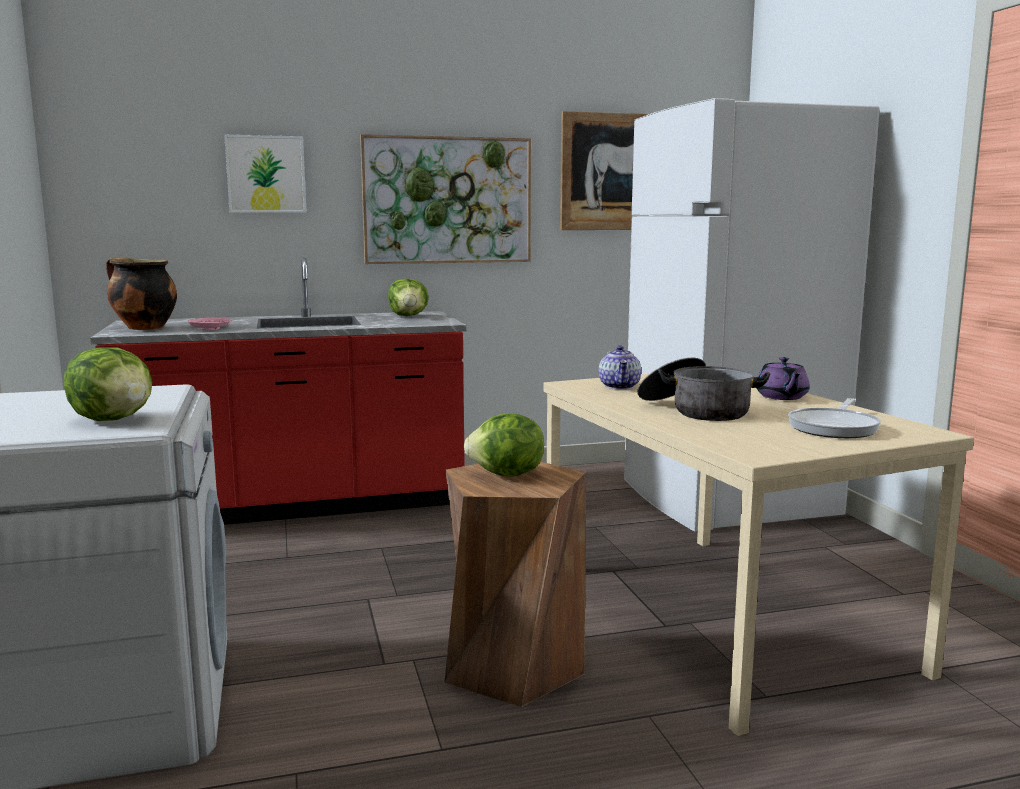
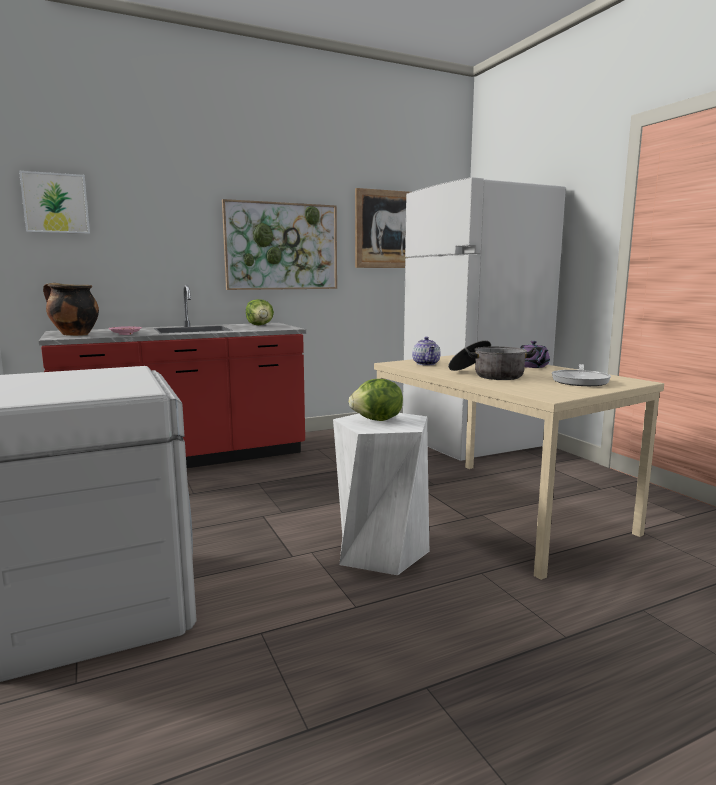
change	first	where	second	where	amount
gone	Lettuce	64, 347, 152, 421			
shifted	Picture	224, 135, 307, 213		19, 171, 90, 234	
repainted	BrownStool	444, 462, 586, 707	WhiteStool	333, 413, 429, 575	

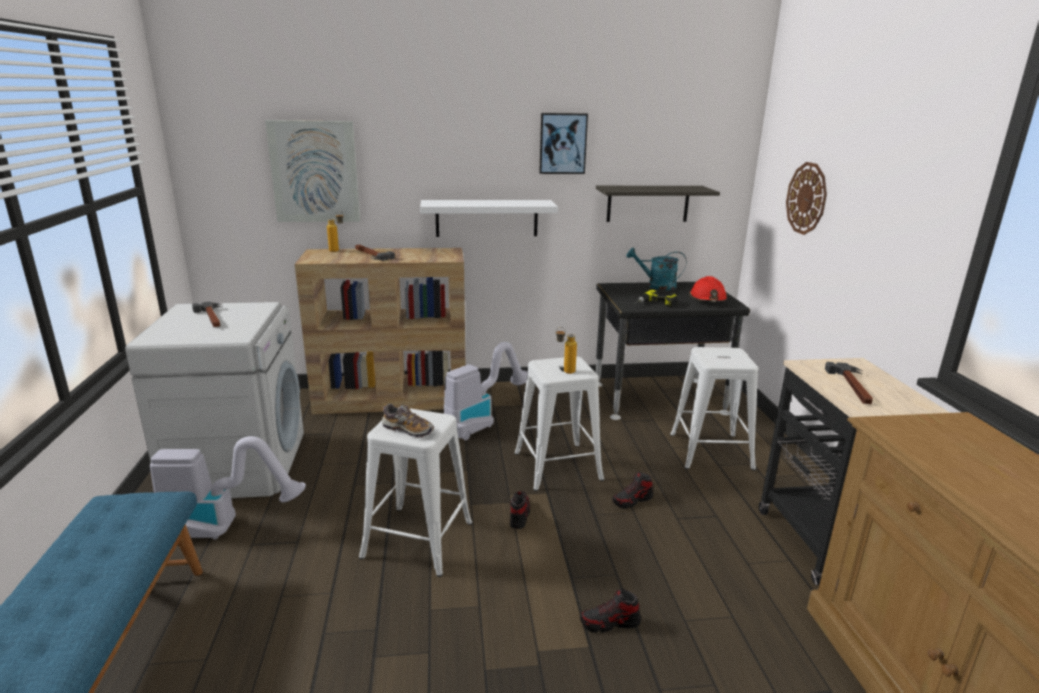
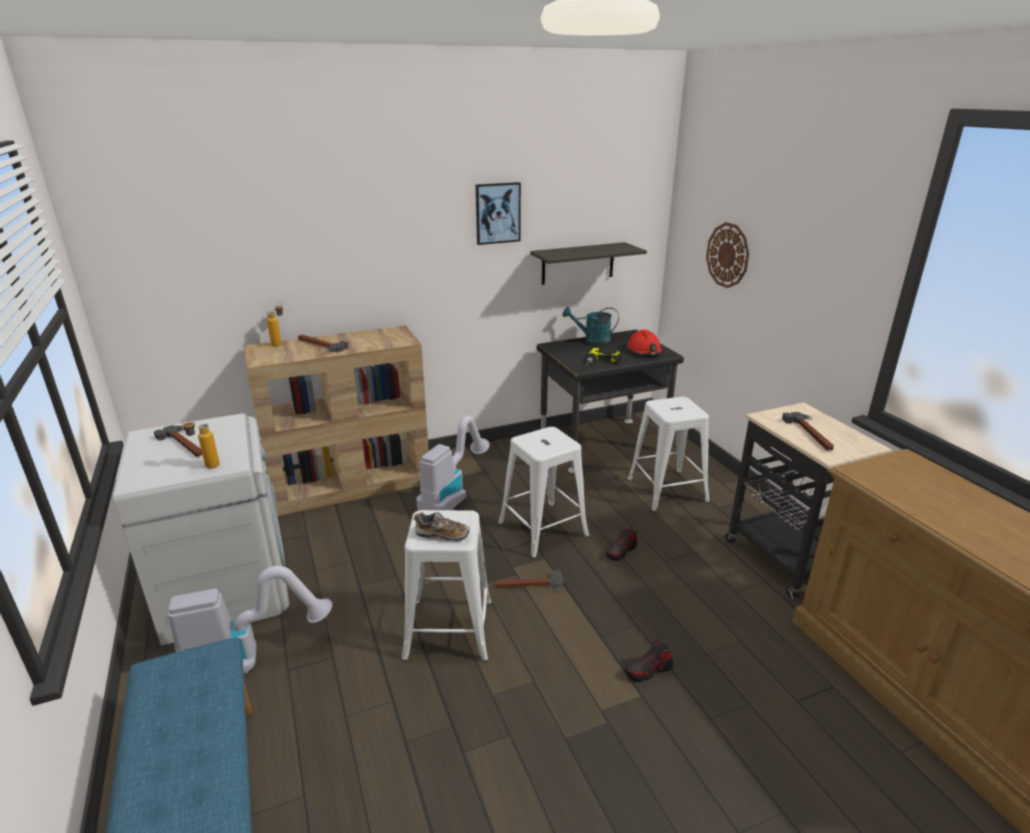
change	first	where	second	where	amount
gone	Picture	265, 120, 360, 222			
gone	WhiteShelf	420, 200, 558, 237			
swapped	Shoe	510, 491, 530, 529	Hammer	497, 570, 564, 592	
shifted	Bottle	555, 327, 577, 374		182, 419, 220, 469	

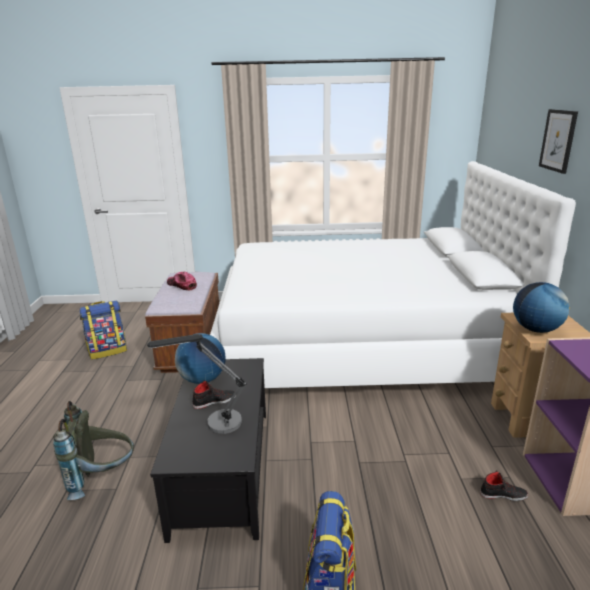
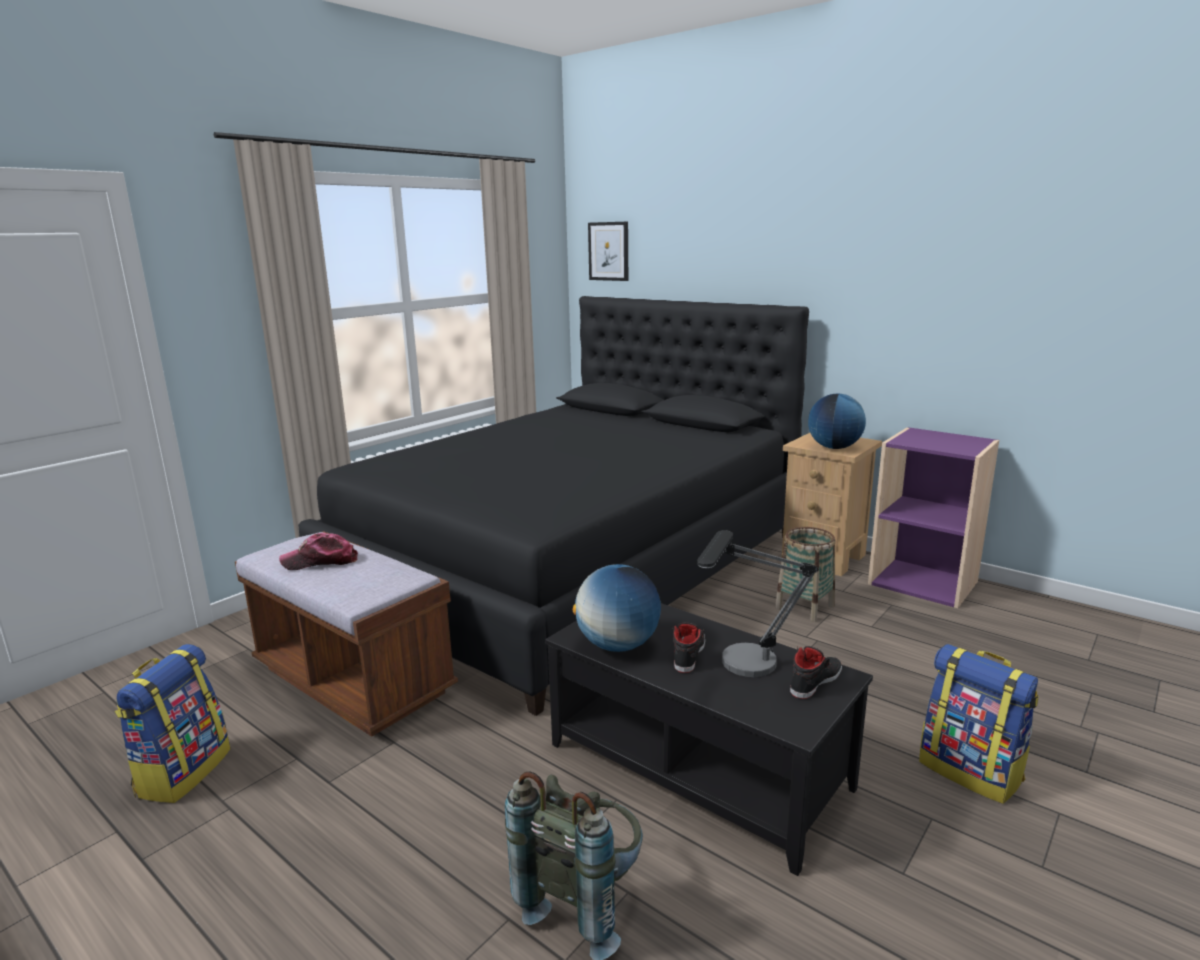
change	first	where	second	where	amount
repainted	WhiteBed	210, 161, 576, 388	BlackBed	298, 296, 809, 716	
shifted	BlackShoe	480, 470, 528, 501		790, 646, 842, 699	
shifted	Picture	539, 109, 578, 174		588, 222, 628, 281	
new			Basket	775, 527, 835, 622	

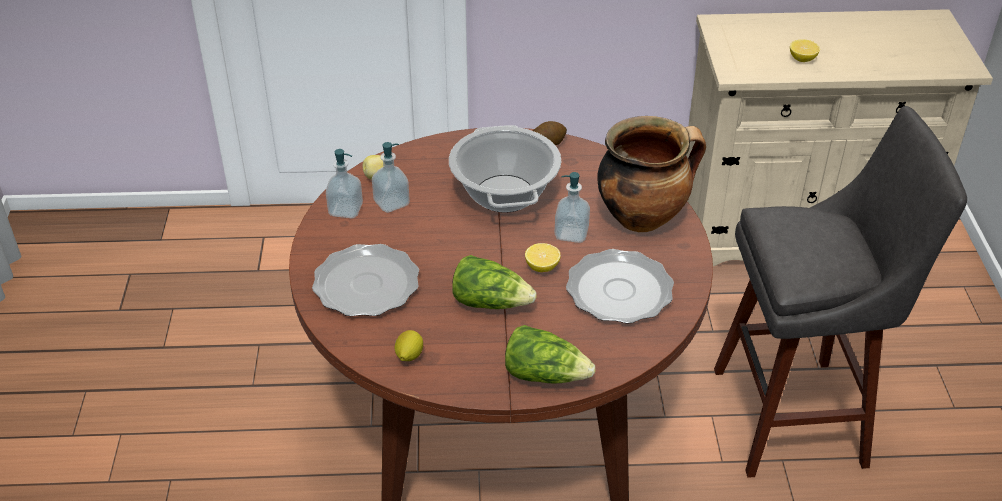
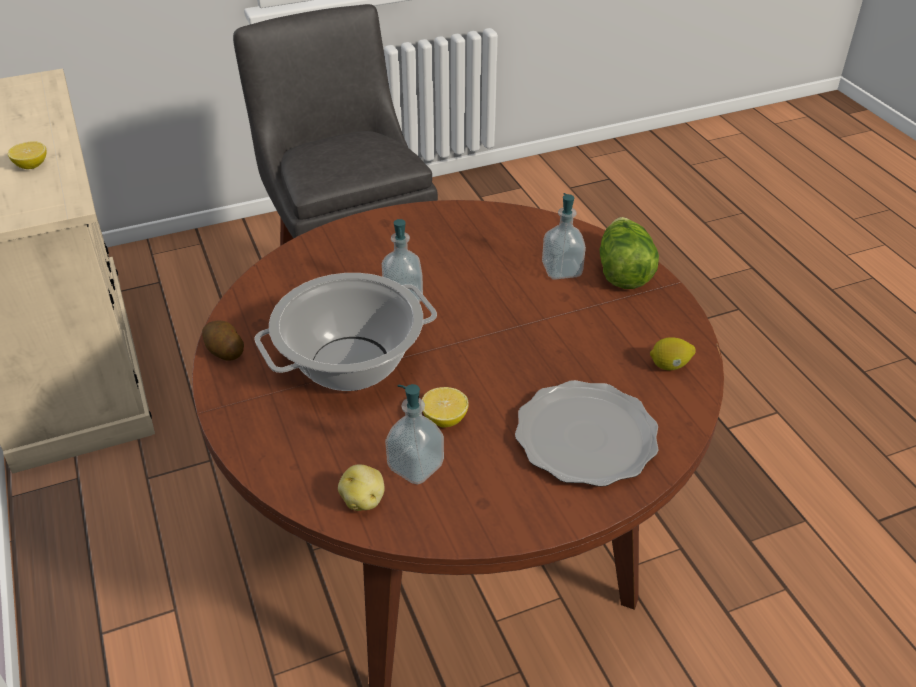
change	first	where	second	where	amount
shifted	SoapDispenser	326, 149, 363, 218		542, 193, 586, 280	
gone	Lettuce	452, 255, 537, 309			
shifted	Lemon	525, 243, 561, 272		422, 387, 469, 428	
gone	Plate	566, 249, 674, 324			
gone	CookingPot	597, 116, 706, 232			

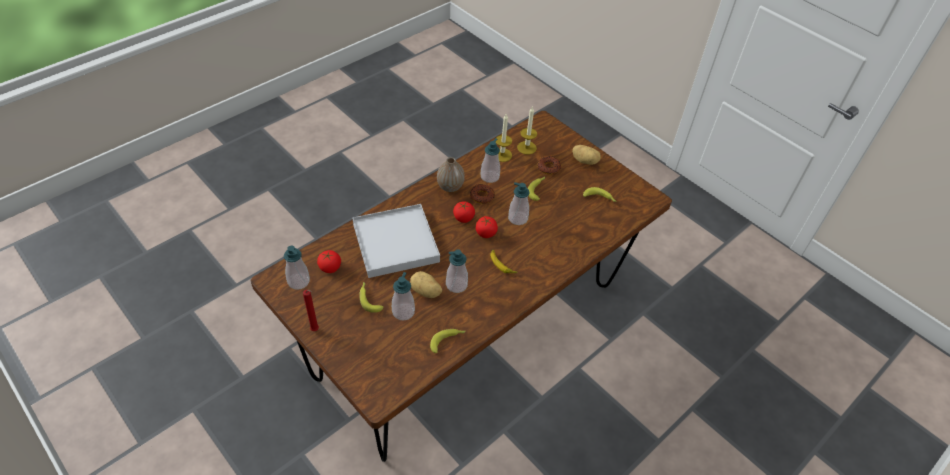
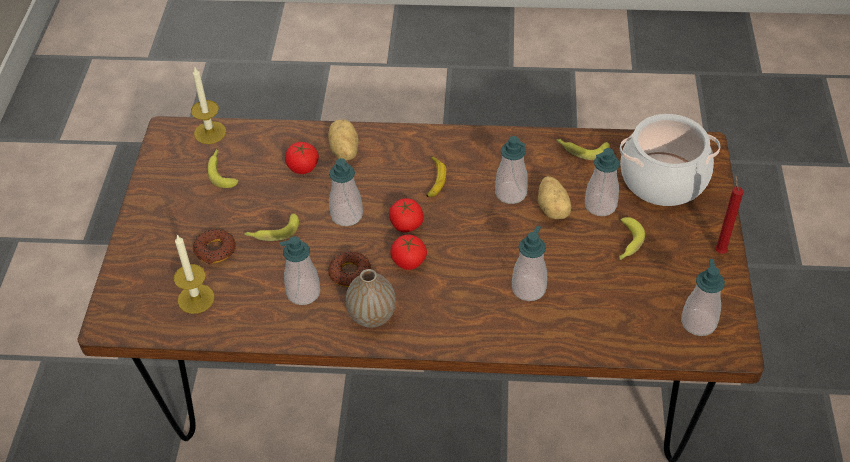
change	first	where	second	where	amount
shifted	Tomato	317, 250, 341, 273		285, 142, 319, 174	
swapped	WhiteTray	353, 204, 440, 278	SoapDispenser	512, 226, 547, 301	
shifted	Candle	496, 114, 512, 162		191, 66, 226, 144	
shifted	Potato	572, 145, 601, 165		328, 120, 359, 160	
new			CookingPot	620, 114, 721, 206	

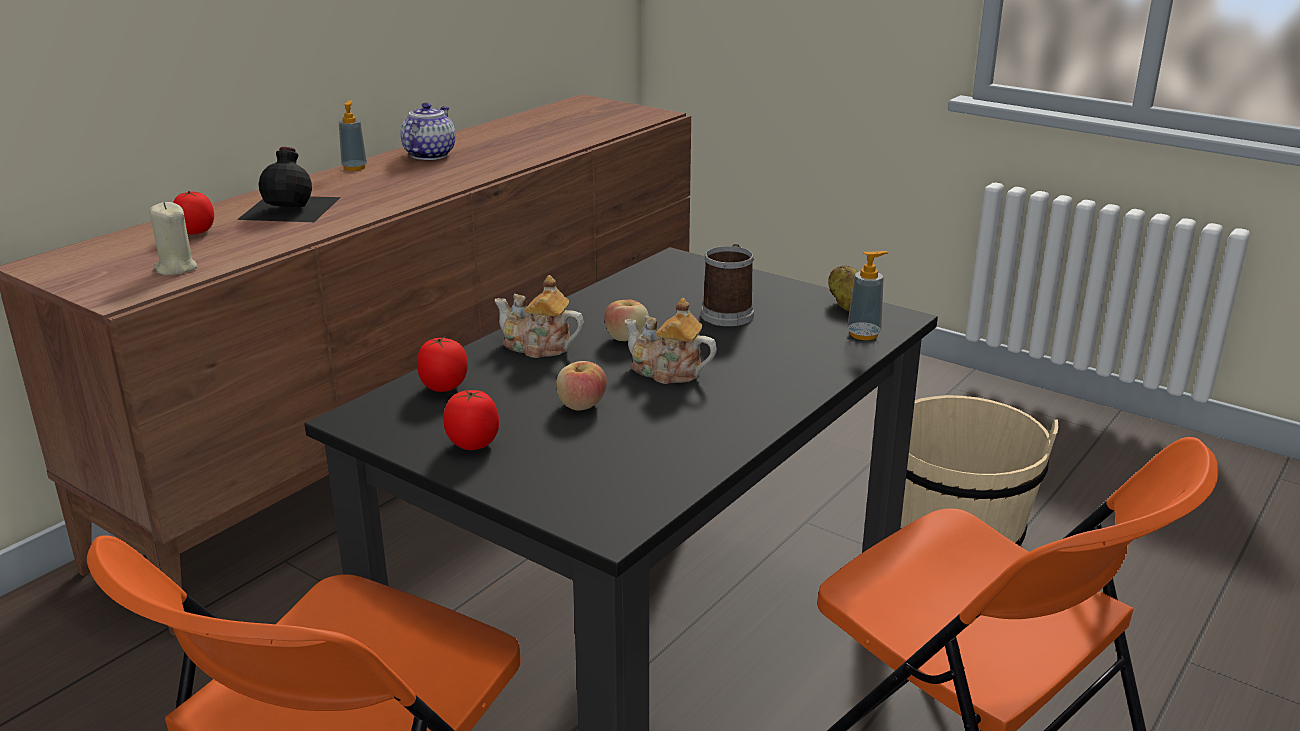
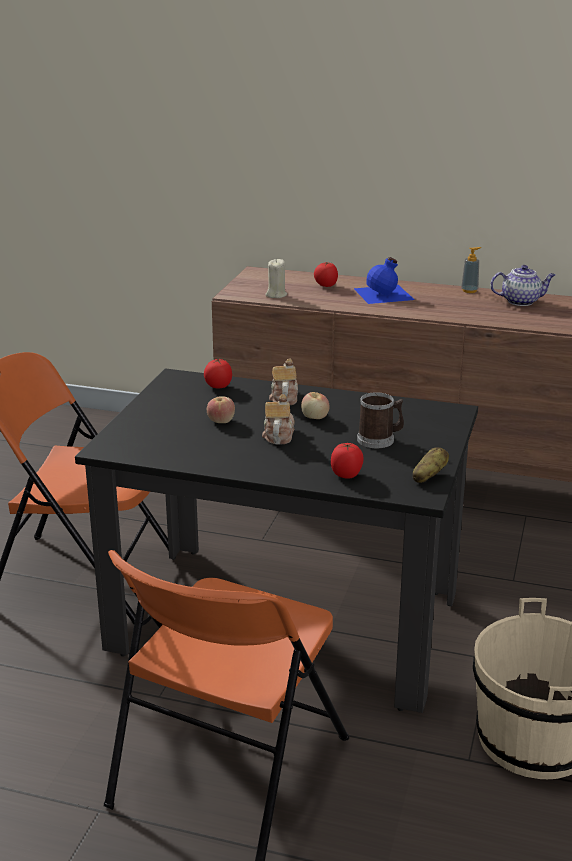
change	first	where	second	where	amount
repainted	BlackBottle	237, 147, 341, 222	BlueBottle	353, 257, 415, 304	
shifted	Tomato	443, 390, 499, 450		331, 443, 364, 478	
gone	SoapDispenser	847, 251, 889, 340			

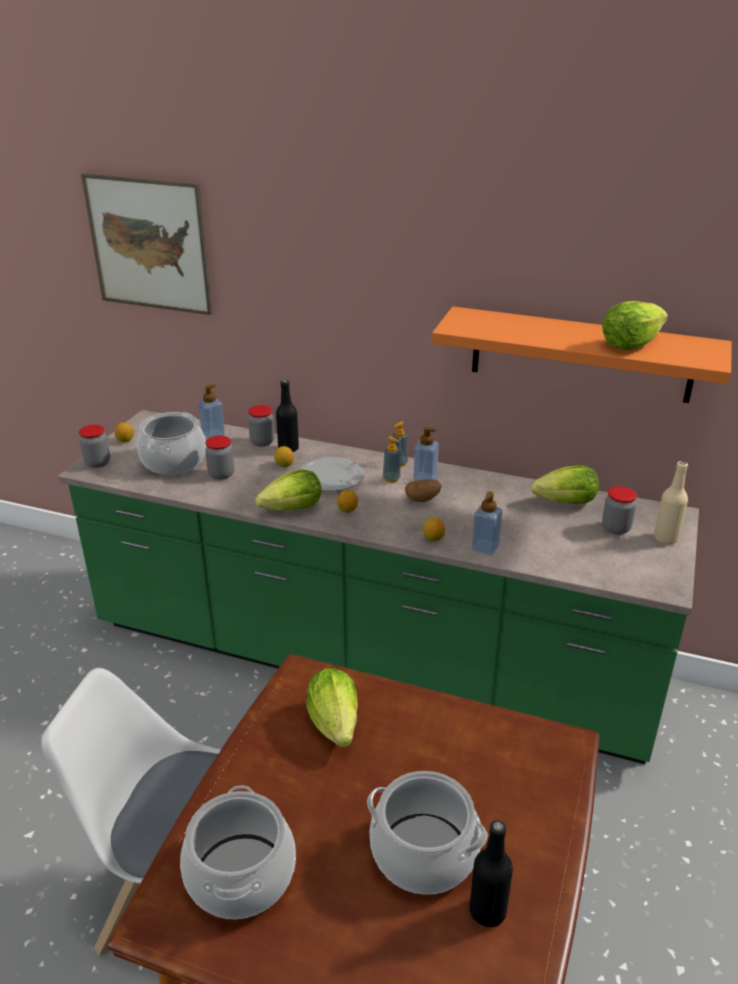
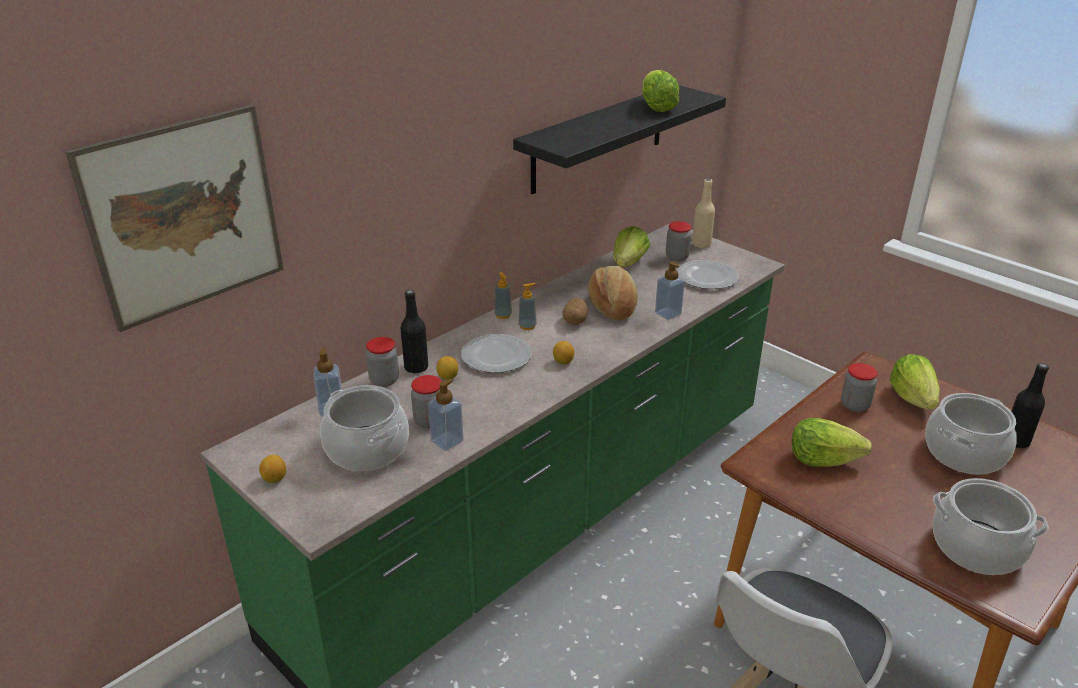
change	first	where	second	where	amount
shifted	Jar	79, 425, 110, 468		841, 363, 878, 412	
shifted	Lettuce	255, 469, 321, 510		890, 354, 940, 409	
shifted	SoapDispenser	413, 427, 439, 481		428, 379, 463, 451	
gone	Lemon	423, 518, 445, 542			
repainted	OrangeShelf	432, 306, 732, 403	BlackShelf	513, 85, 726, 194	
new			Bread	588, 266, 638, 320	
new			Plate	677, 260, 738, 289	

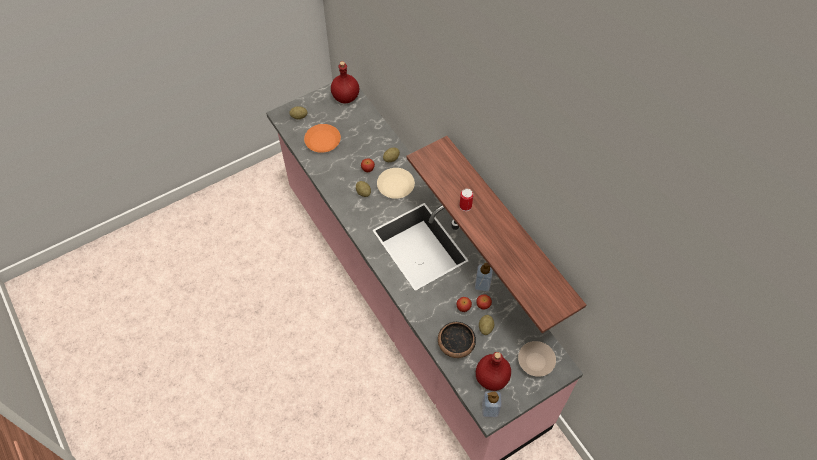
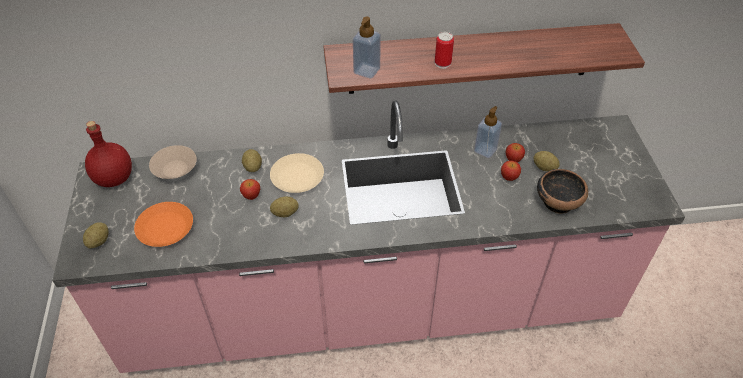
change	first	where	second	where	amount
gone	RedBottle	476, 352, 511, 391			
shifted	SoapDispenser	482, 391, 502, 417		353, 16, 381, 78	
shifted	BeigeBowl	518, 341, 556, 377		149, 145, 197, 179	

